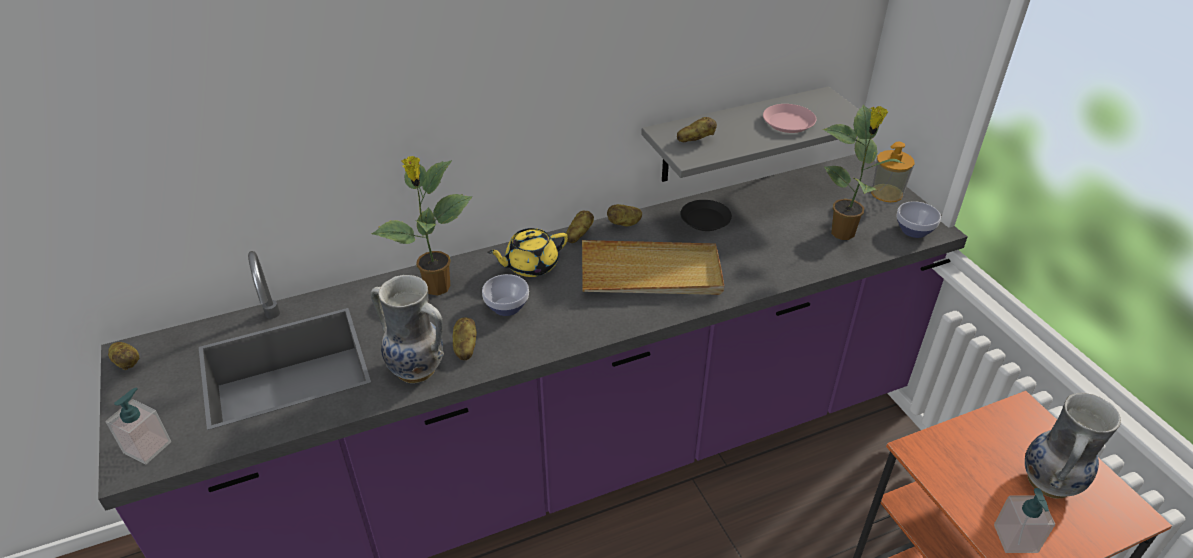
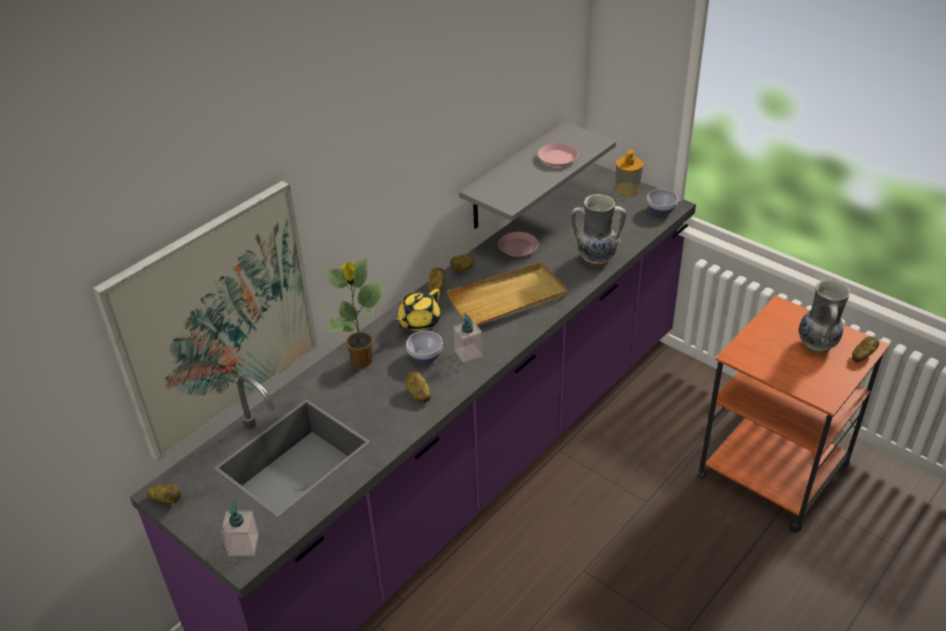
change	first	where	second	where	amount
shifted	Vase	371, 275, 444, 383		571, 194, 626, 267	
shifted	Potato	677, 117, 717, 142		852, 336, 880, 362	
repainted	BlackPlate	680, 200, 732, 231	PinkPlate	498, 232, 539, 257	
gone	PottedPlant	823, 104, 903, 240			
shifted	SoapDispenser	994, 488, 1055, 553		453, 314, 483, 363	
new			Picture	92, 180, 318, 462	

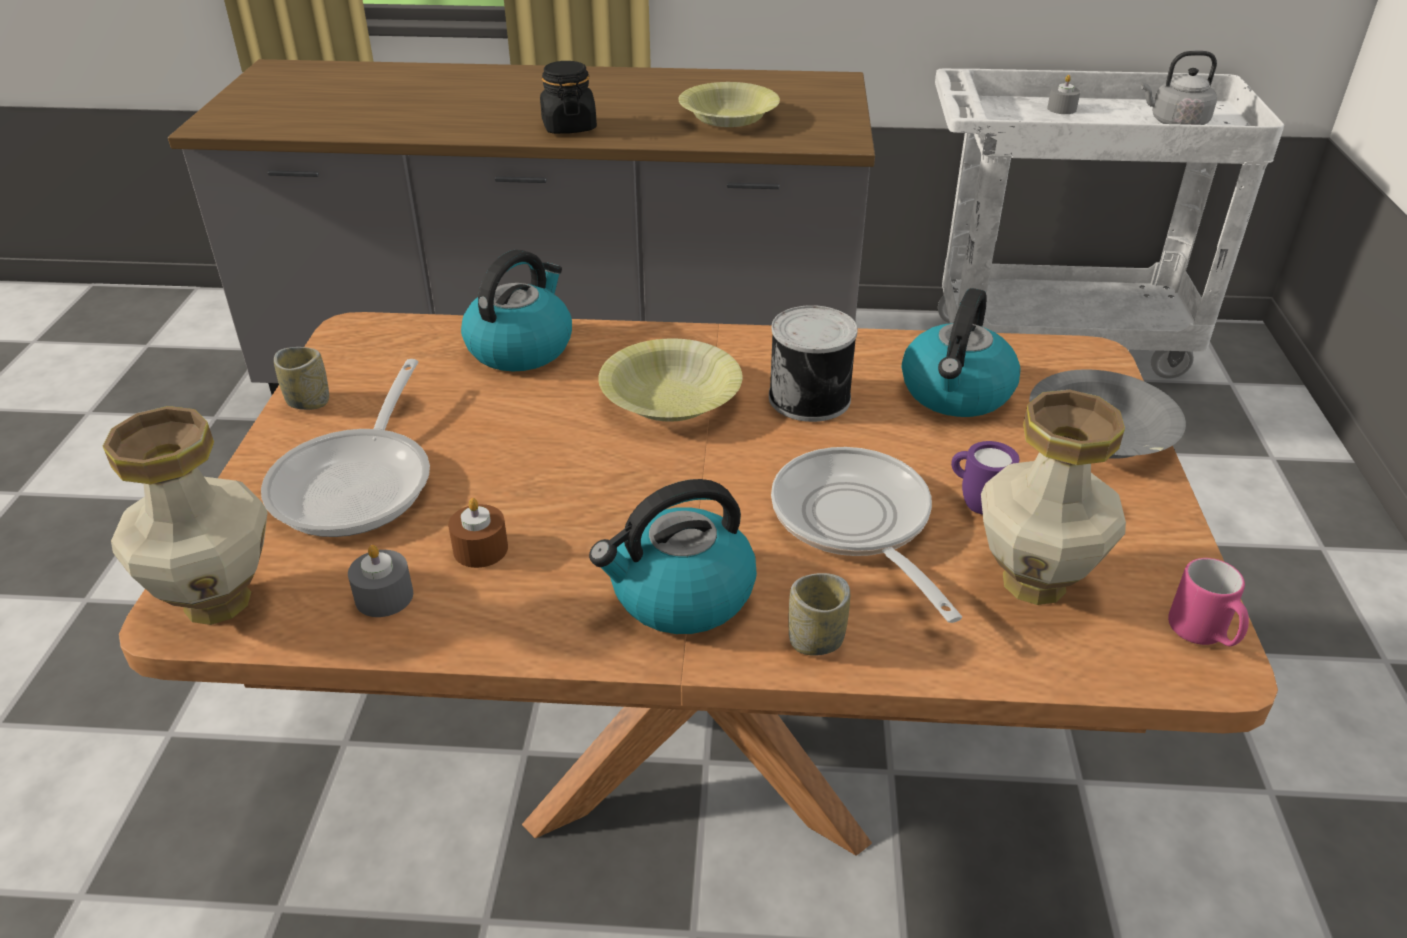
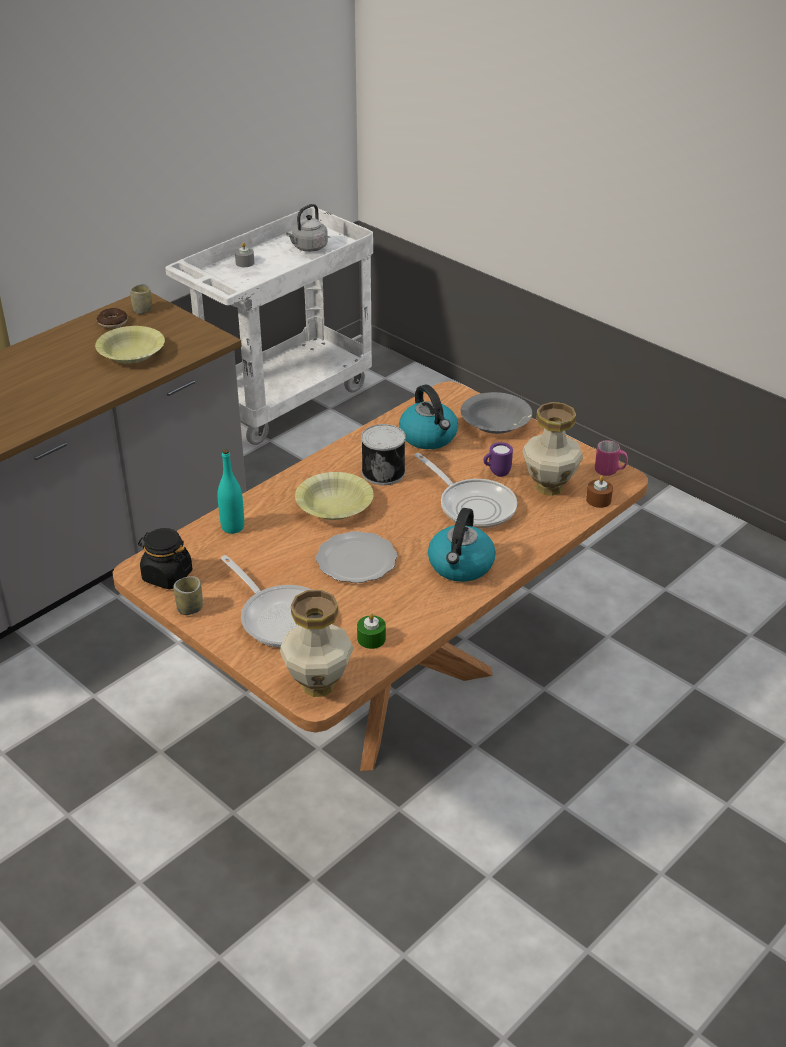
change	first	where	second	where	amount
repainted	GreyCandle	348, 545, 413, 617	GreenCandle	357, 613, 386, 649	
shifted	BrownCandle	448, 498, 508, 568		586, 476, 613, 508	
swapped	Kettle	461, 250, 572, 371	TurquoiseBottle	217, 449, 244, 534	
shifted	BlackJar	540, 61, 597, 134		138, 528, 193, 589	
rotated	FryingPan	771, 447, 962, 623		414, 453, 517, 529	150 degrees counterclockwise
shifted	Cup	789, 573, 850, 656		130, 284, 152, 315	
new			Donut	97, 308, 128, 329	
new			Plate	316, 531, 397, 583	

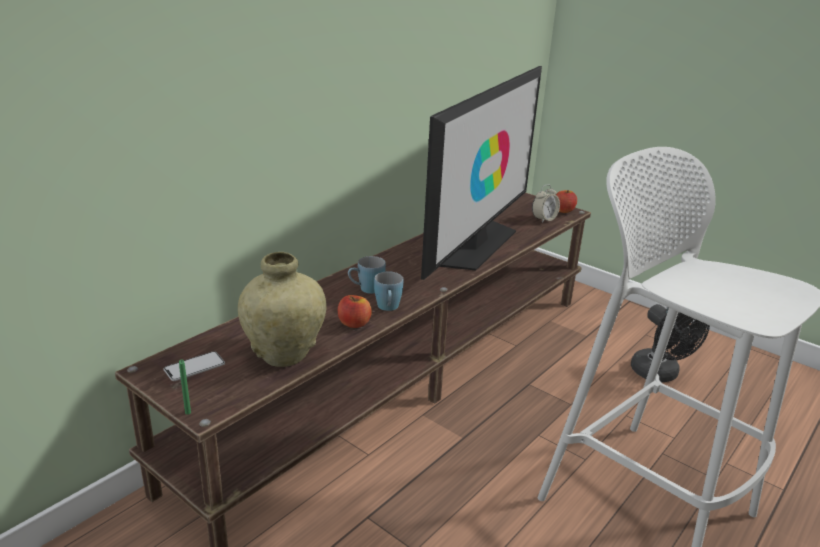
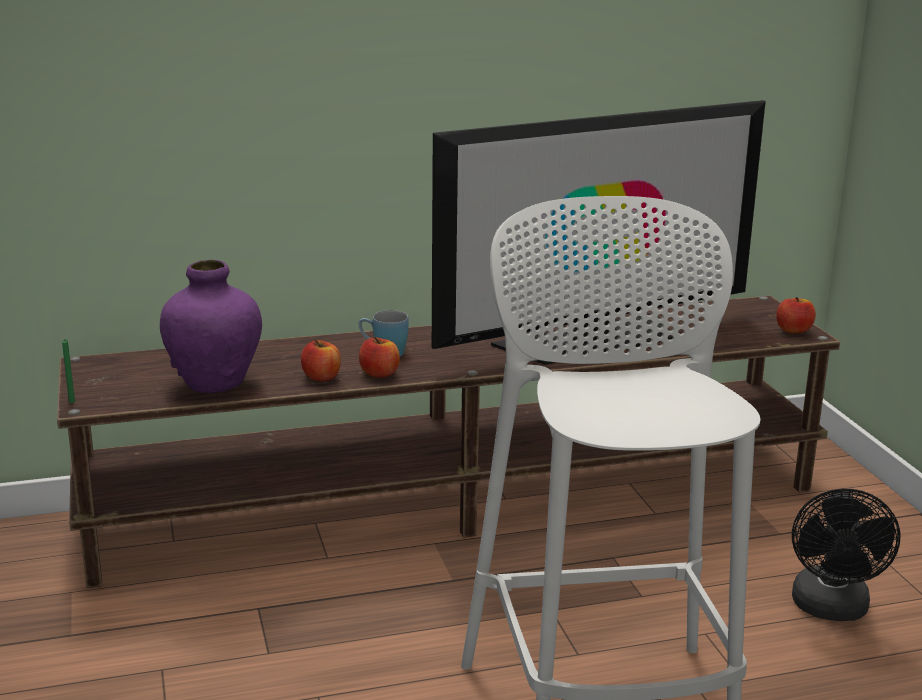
change	first	where	second	where	amount
gone	Phone	163, 351, 225, 381			
repainted	BeigeVase	238, 252, 326, 367	PurpleVase	160, 260, 262, 393	
swapped	BlueMug	374, 271, 403, 311	Apple	359, 337, 400, 378	
gone	AlarmClock	532, 184, 560, 223			

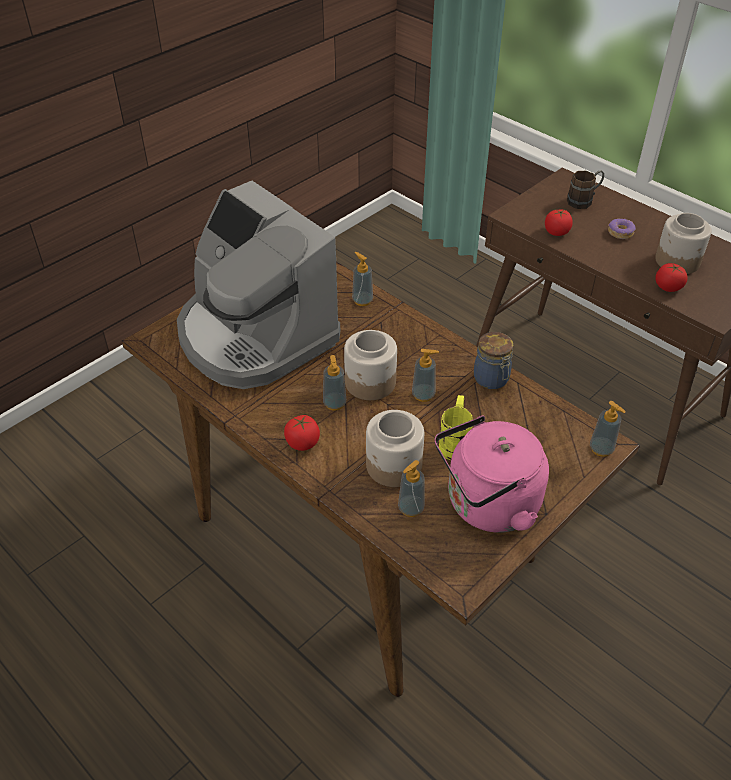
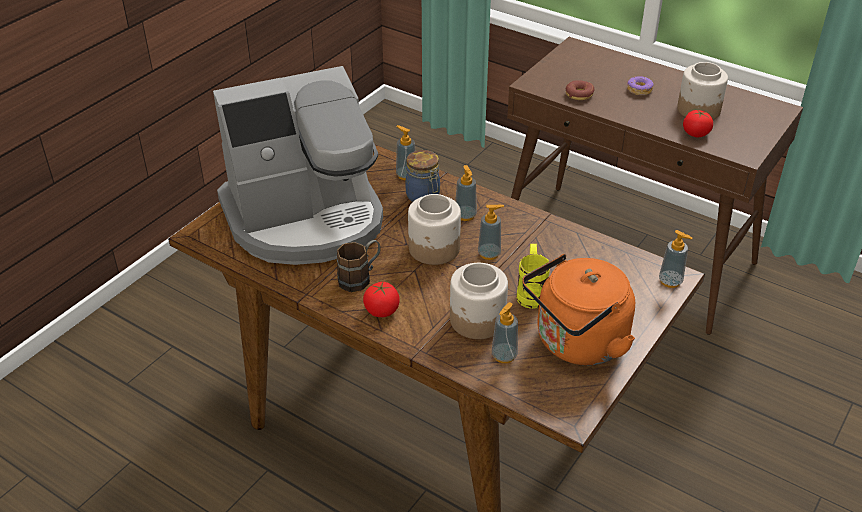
change	first	where	second	where	amount
rotated	CoffeeMachine	177, 181, 340, 389		213, 66, 383, 265	60 degrees counterclockwise
shifted	SoapDispenser	323, 355, 346, 410		455, 165, 477, 221	
repainted	PinkKettle	435, 416, 549, 533	OrangeKettle	522, 254, 635, 365	
shifted	Jar	474, 332, 514, 389		406, 150, 440, 202	
swapped	Tomato	545, 209, 573, 236	Donut	566, 80, 594, 100	
shifted	BrownMug	567, 171, 604, 209		336, 240, 381, 292	

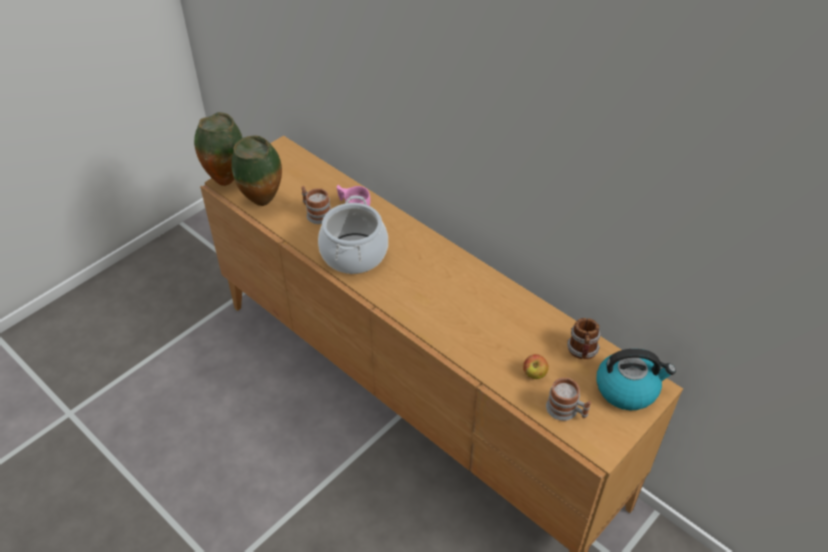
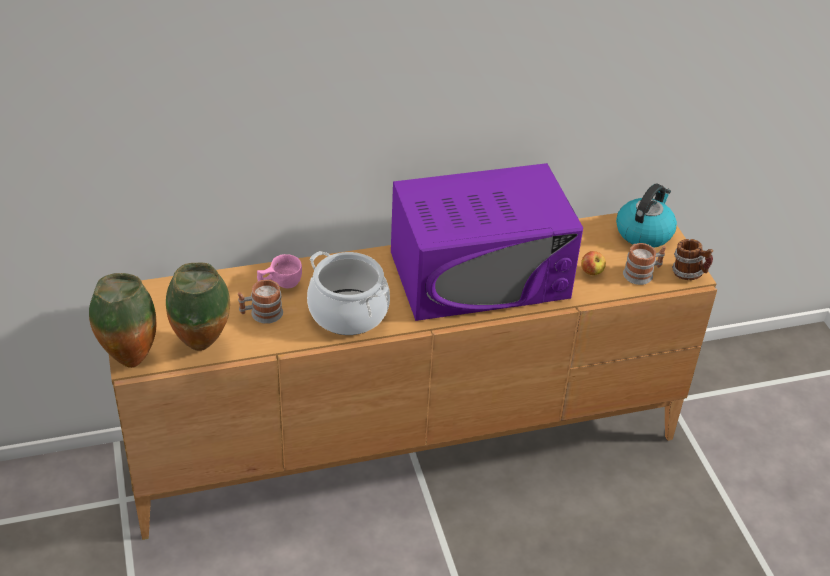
change	first	where	second	where	amount
shifted	Mug	567, 318, 601, 359		672, 239, 714, 280	
new			PurpleMicrowave	391, 163, 583, 321	

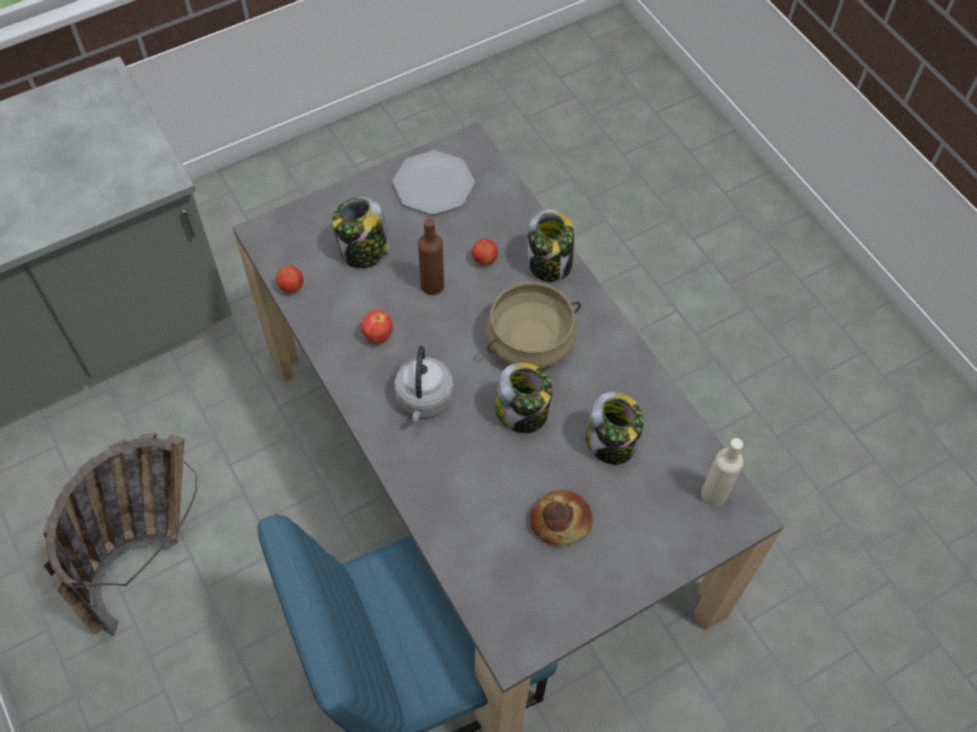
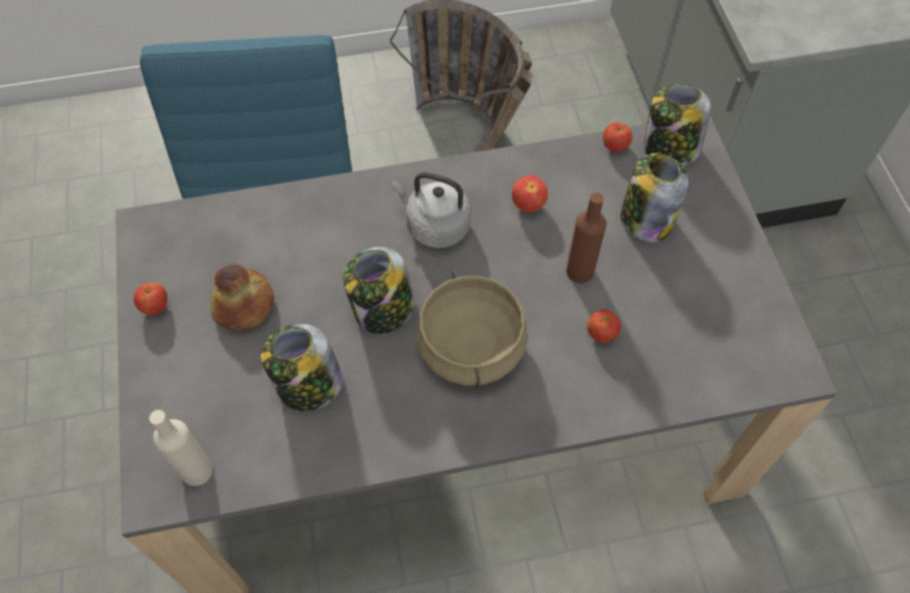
change	first	where	second	where	amount
gone	Plate	393, 150, 475, 215			
shifted	Jar	528, 209, 574, 282		644, 84, 711, 166	
new			Apple	134, 283, 167, 315	

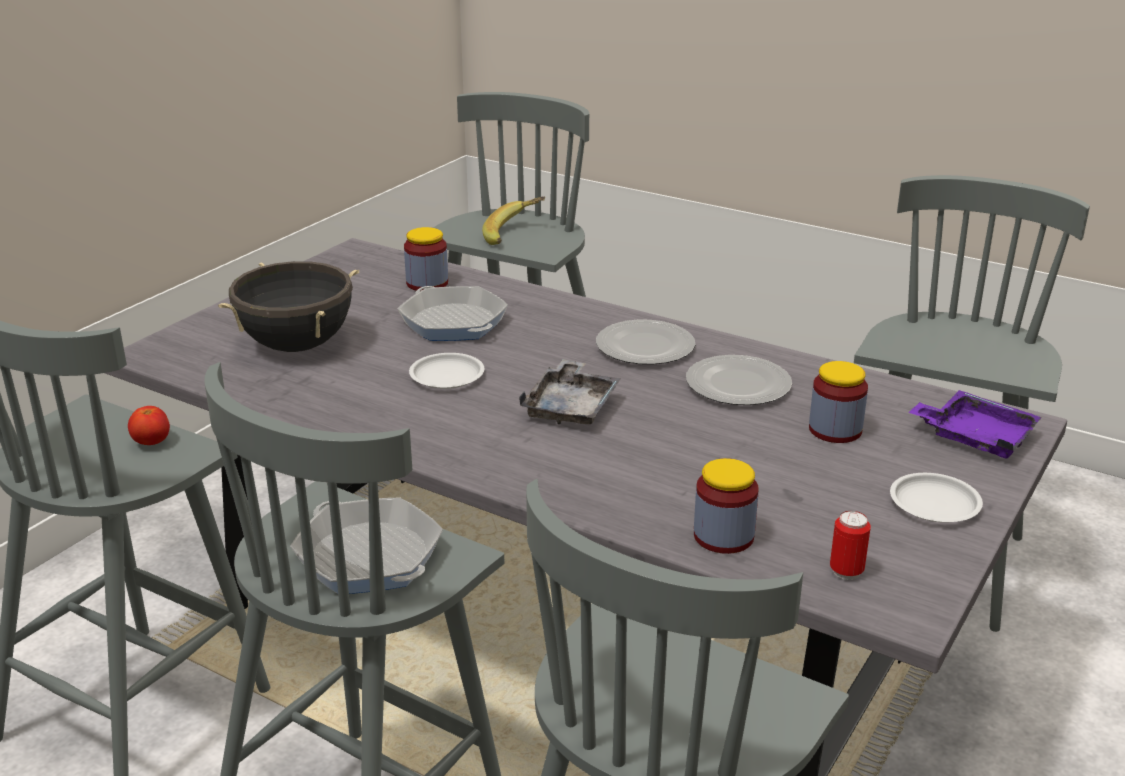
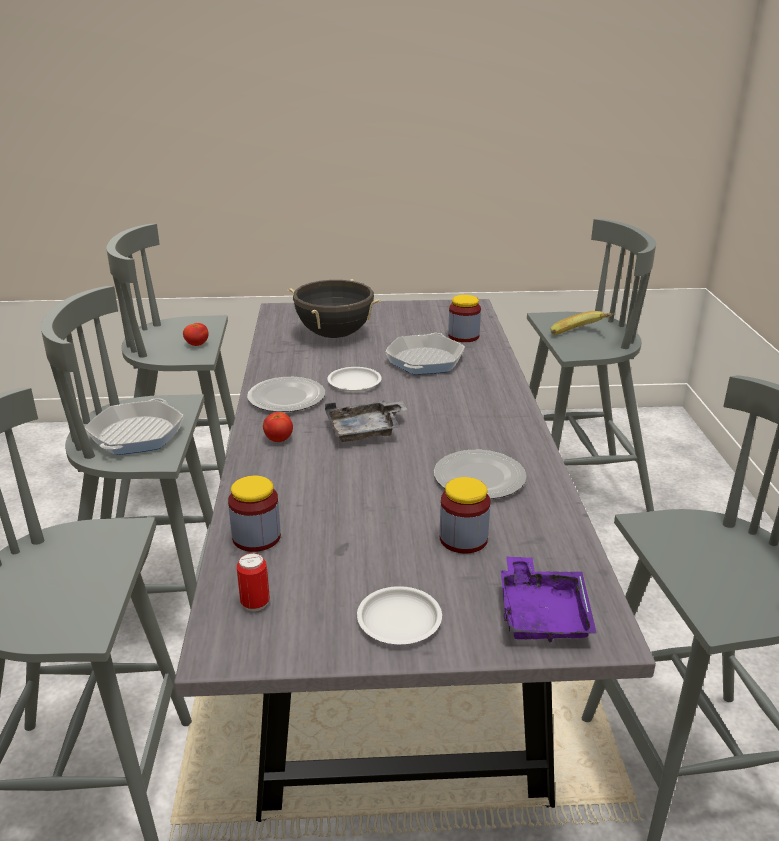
change	first	where	second	where	amount
shifted	Plate	596, 319, 695, 365		247, 377, 325, 412	
new			Tomato	263, 412, 293, 442	

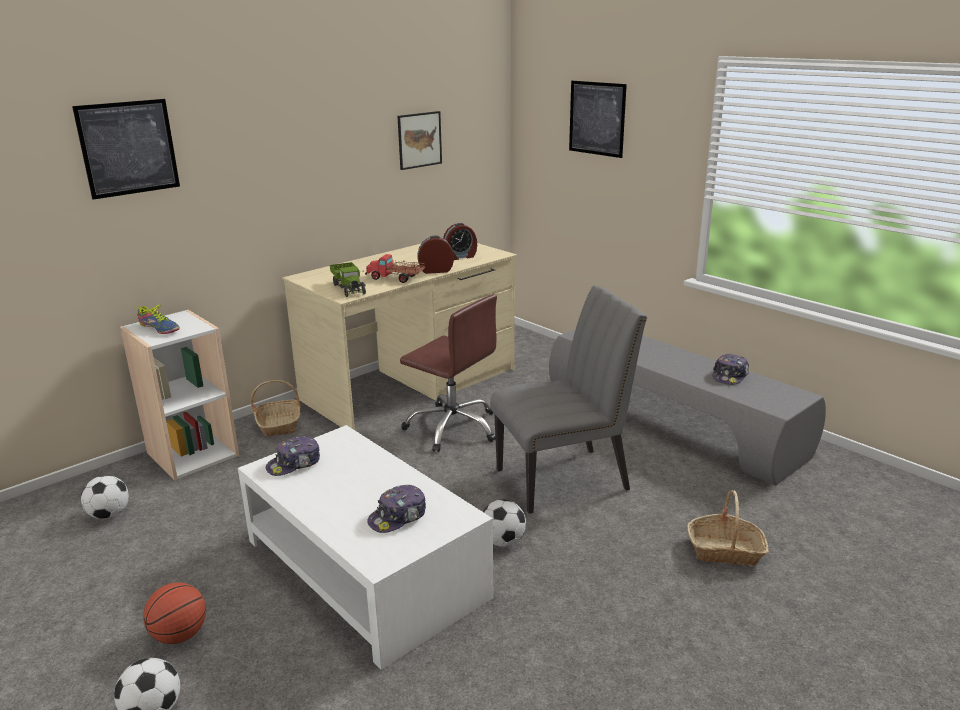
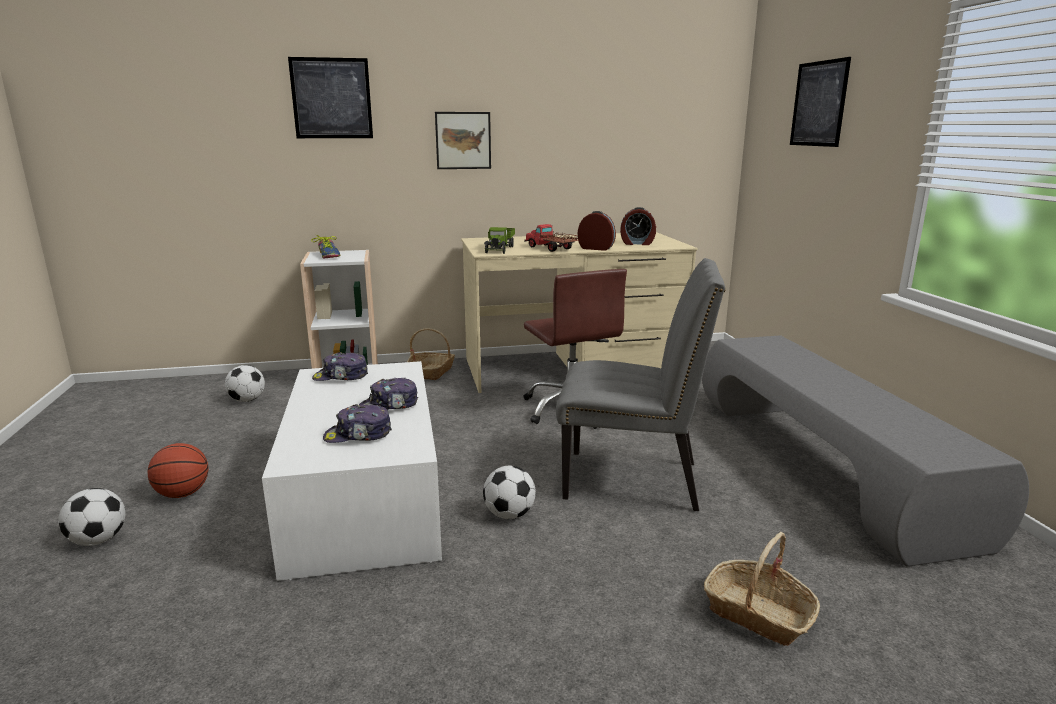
change	first	where	second	where	amount
shifted	Picture	397, 111, 442, 170		435, 112, 491, 169	
shifted	Cap	712, 353, 749, 385		359, 378, 418, 410	

